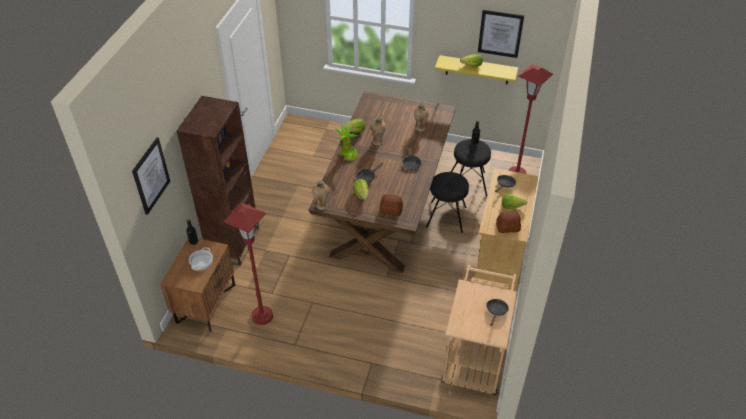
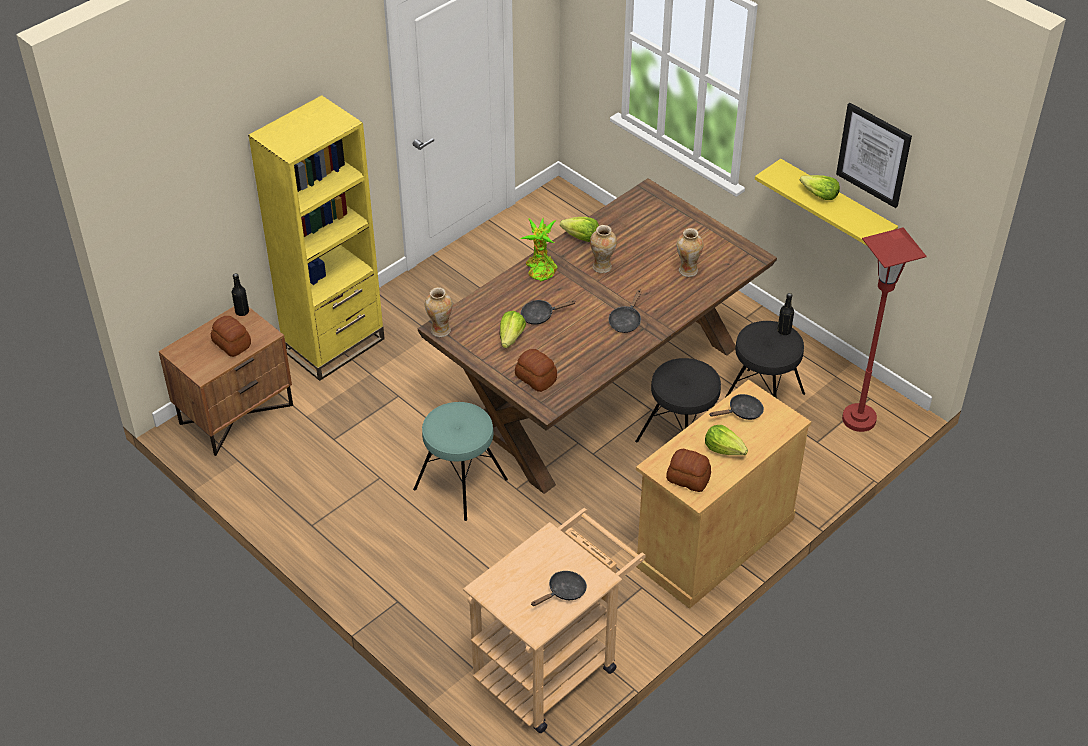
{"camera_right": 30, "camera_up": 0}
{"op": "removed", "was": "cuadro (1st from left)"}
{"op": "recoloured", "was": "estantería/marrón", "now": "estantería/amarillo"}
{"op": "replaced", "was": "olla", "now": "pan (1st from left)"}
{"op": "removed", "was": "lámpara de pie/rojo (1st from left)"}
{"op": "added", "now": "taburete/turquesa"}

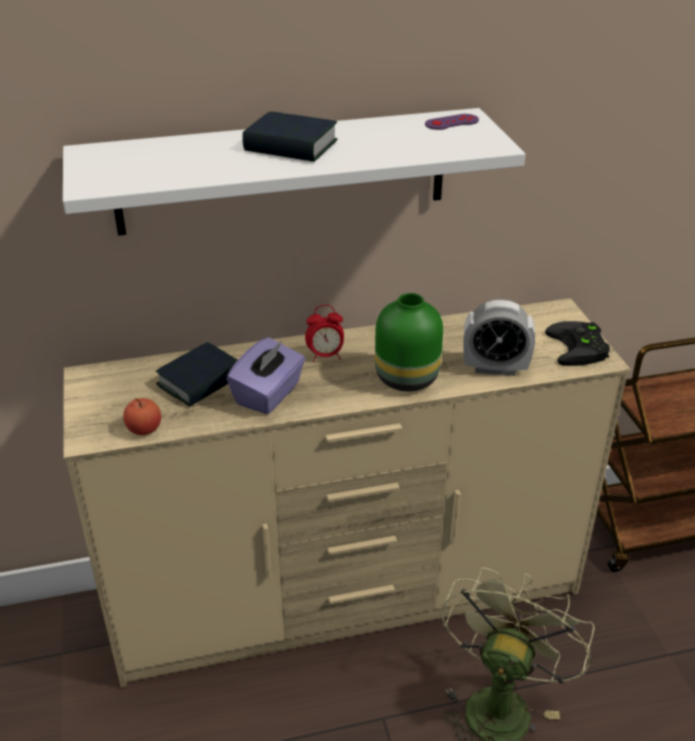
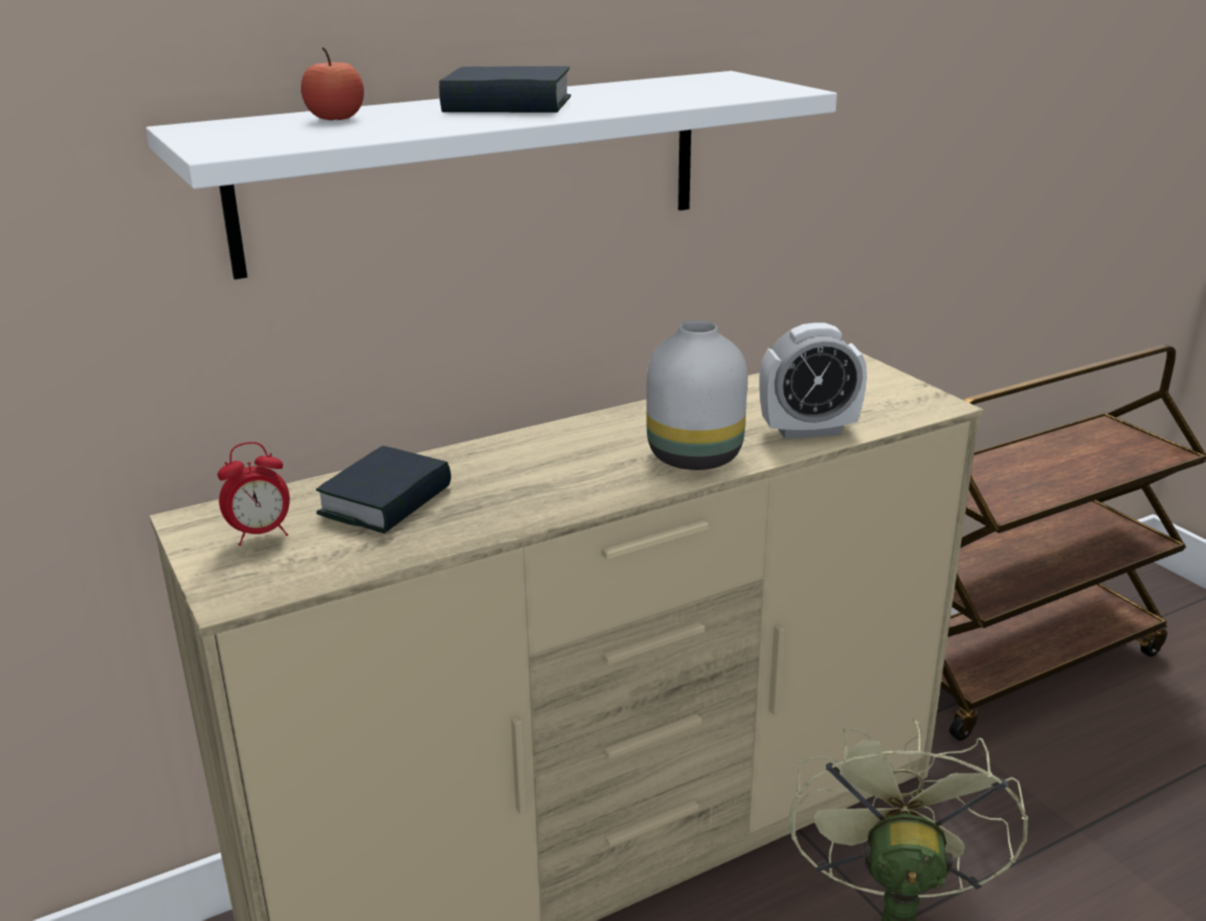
{"camera_right": -15, "camera_up": -10}
{"op": "moved", "was": "manzana"}
{"op": "removed", "was": "caja de pañuelos/morado"}
{"op": "moved", "was": "despertador (1st from left)"}
{"op": "recoloured", "was": "florero/verde", "now": "florero/blanco"}
{"op": "removed", "was": "mando de consola/morado"}
{"op": "removed", "was": "mando de consola/negro"}

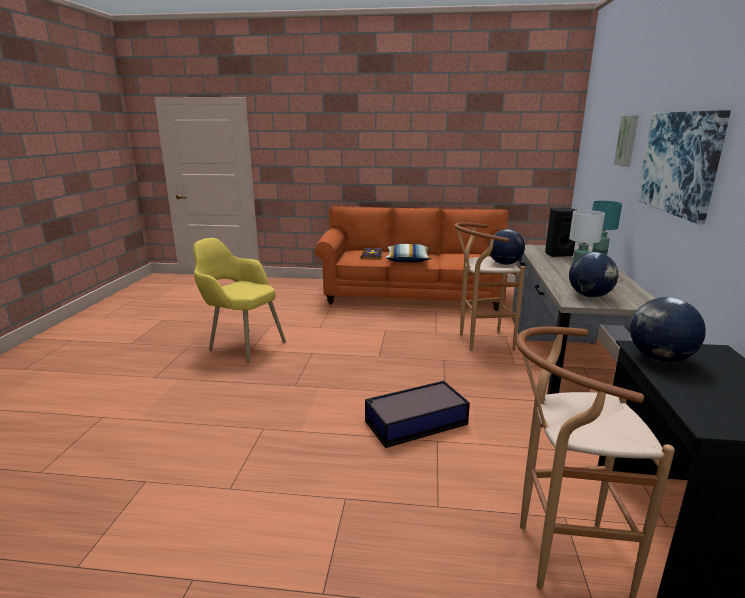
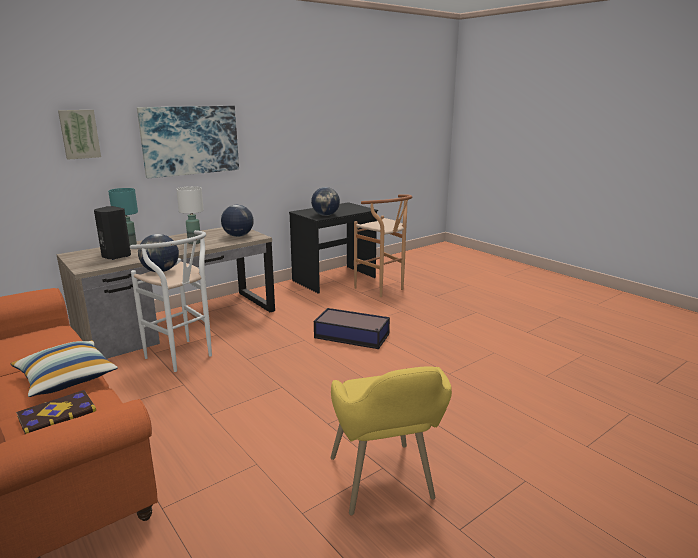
{"camera_right": -135, "camera_up": 0}
{"op": "recoloured", "was": "taburete/marrón (1st from left)", "now": "taburete/blanco"}

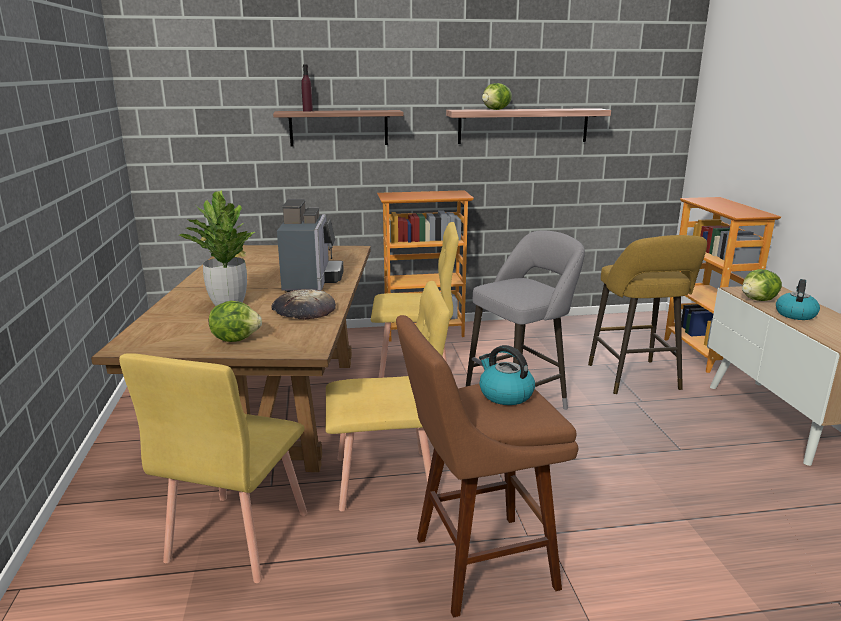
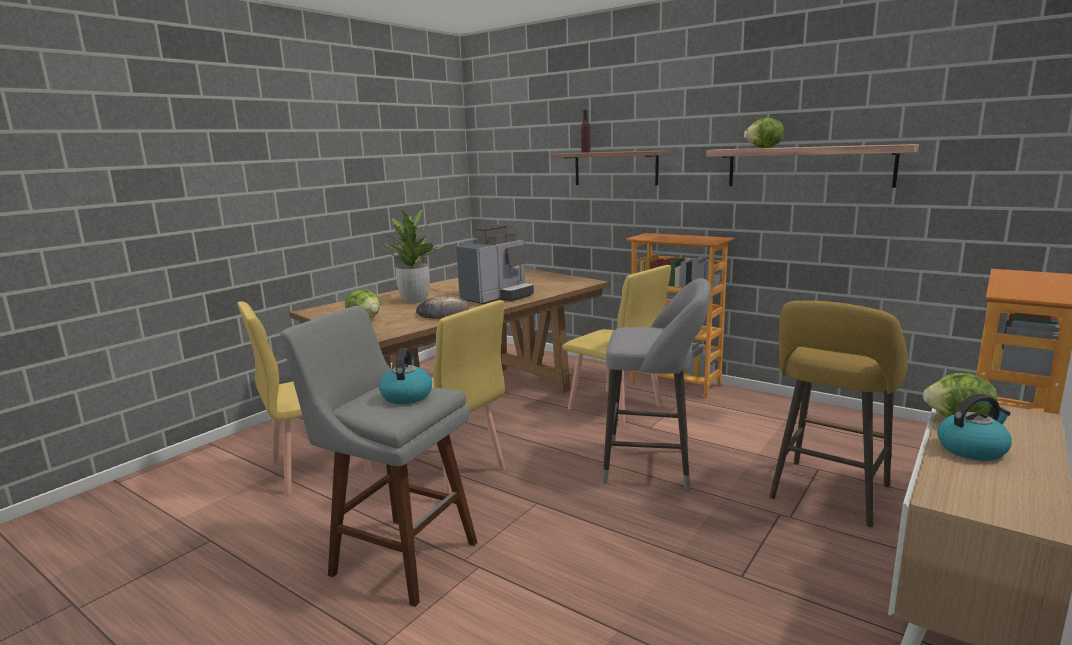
{"camera_right": 45, "camera_up": -5}
{"op": "recoloured", "was": "taburete/marrón", "now": "taburete/gris (1st from left)"}

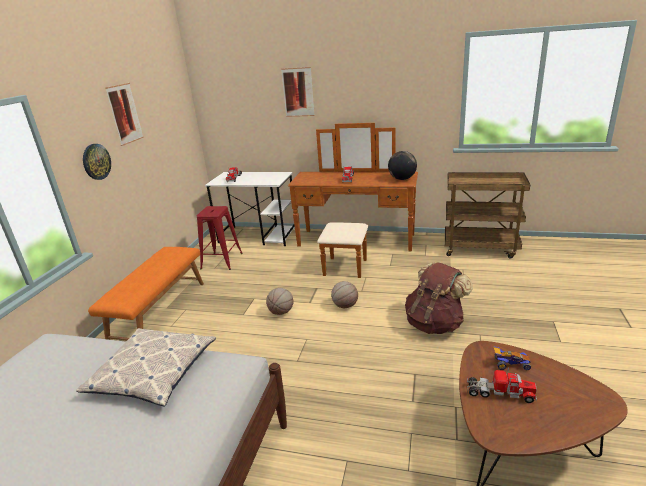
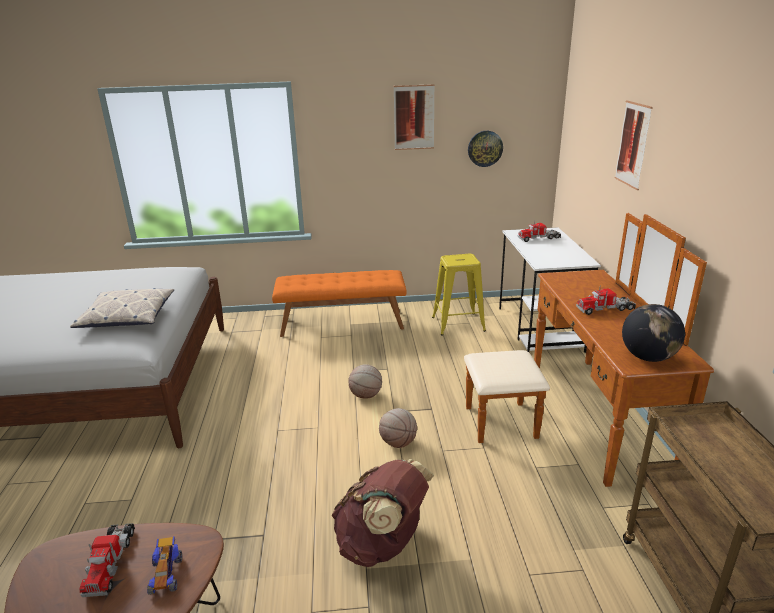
{"camera_right": 70, "camera_up": 0}
{"op": "moved", "was": "reloj de pared"}
{"op": "recoloured", "was": "taburete/rojo", "now": "taburete/amarillo"}

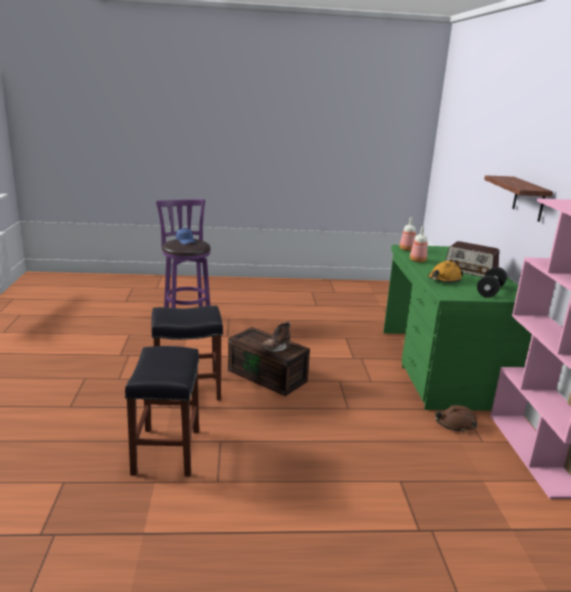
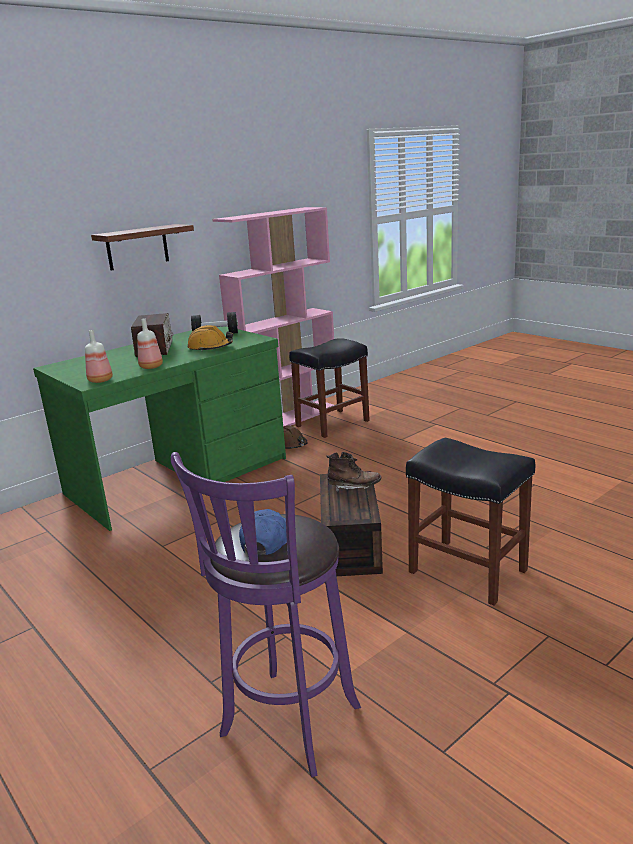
{"camera_right": -125, "camera_up": 0}
{"op": "moved", "was": "taburete/negro (1st from left)"}

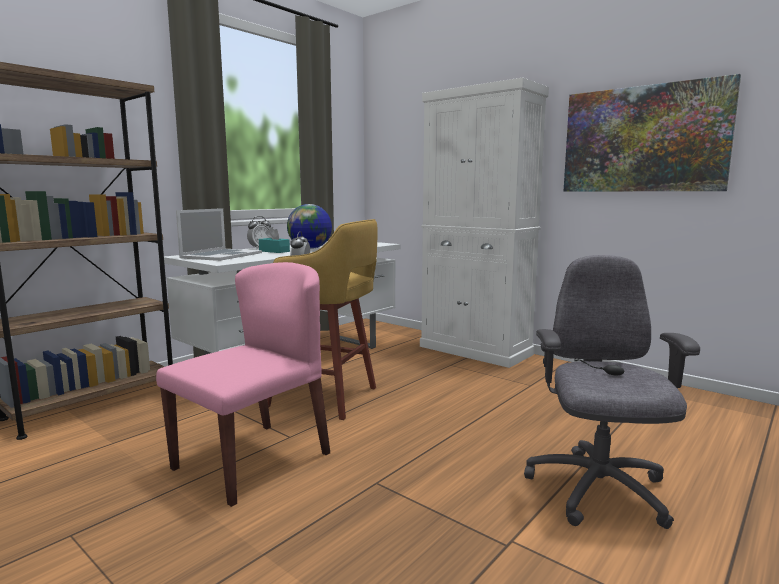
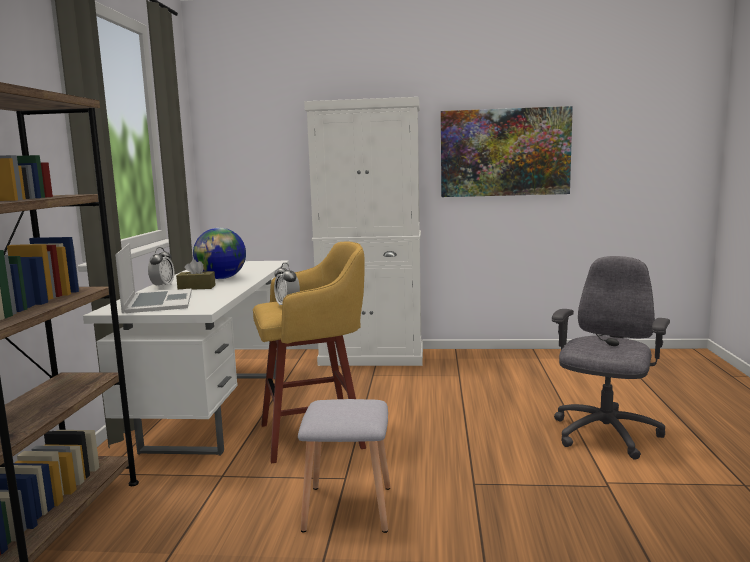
{"camera_right": -35, "camera_up": 0}
{"op": "replaced", "was": "silla/rosa", "now": "taburete/gris"}
{"op": "recoloured", "was": "caja de pañuelos/turquesa", "now": "caja de pañuelos/marrón"}
{"op": "turned", "was": "silla de oficina/gris", "clockwise": 60}

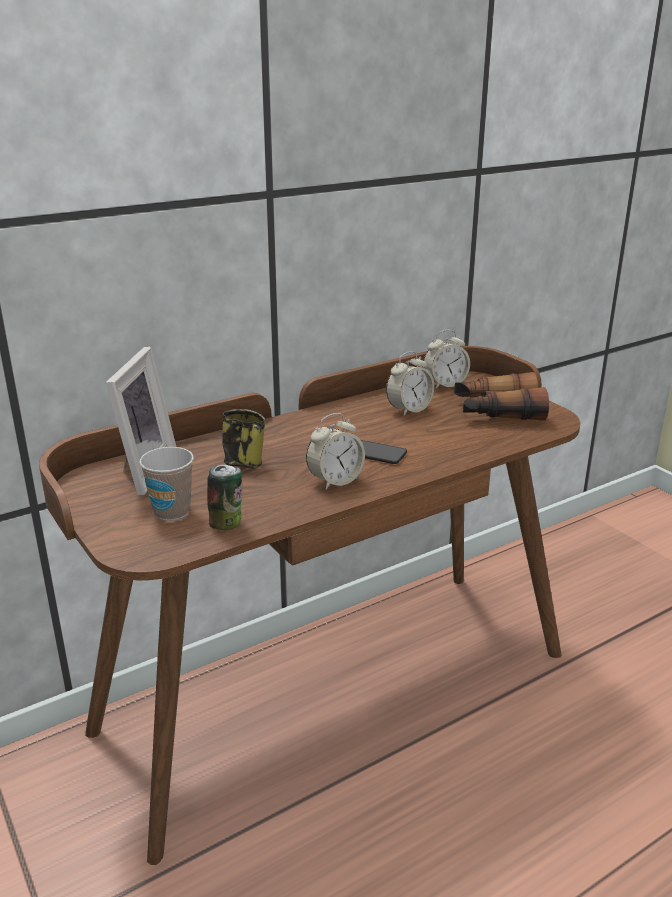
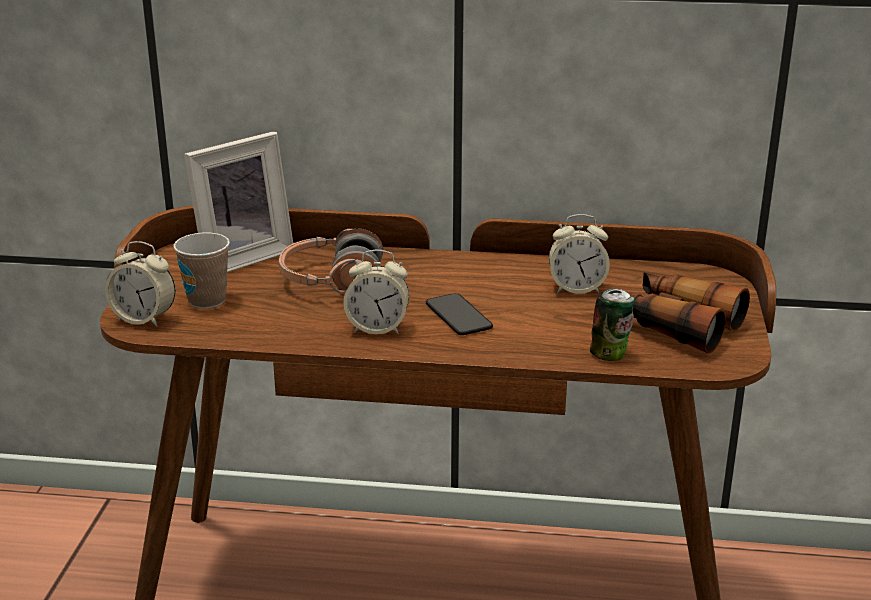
{"camera_right": 40, "camera_up": 0}
{"op": "moved", "was": "lata"}
{"op": "replaced", "was": "taza grande", "now": "auriculares"}
{"op": "moved", "was": "despertador (3rd from left in the first image)", "now": "despertador (1st from left)"}

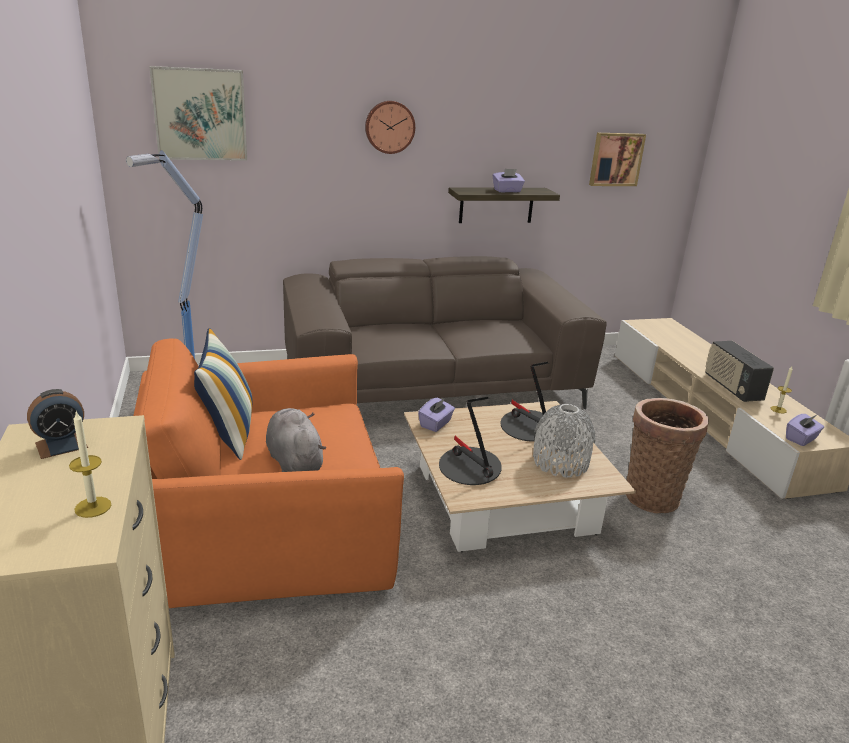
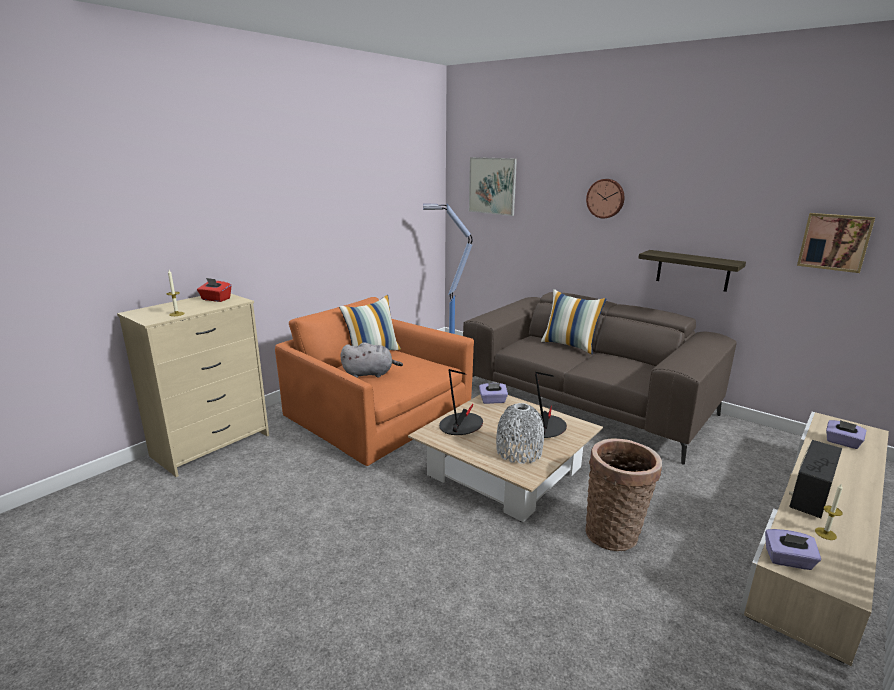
{"camera_right": 55, "camera_up": -5}
{"op": "replaced", "was": "despertador", "now": "caja de pañuelos/rojo"}
{"op": "turned", "was": "peluche/gris", "clockwise": 60}
{"op": "moved", "was": "caja de pañuelos/morado (2nd from left in the first image)", "now": "caja de pañuelos/morado (3rd from left)"}
{"op": "added", "now": "cojín (2nd from left)"}

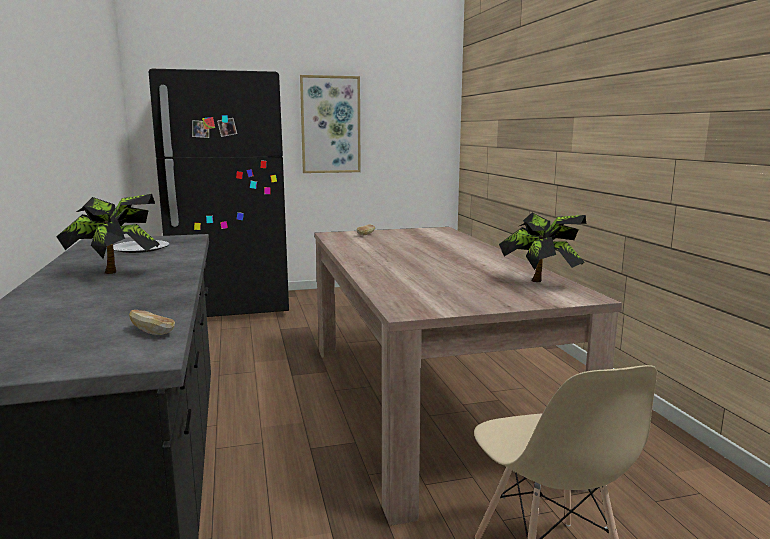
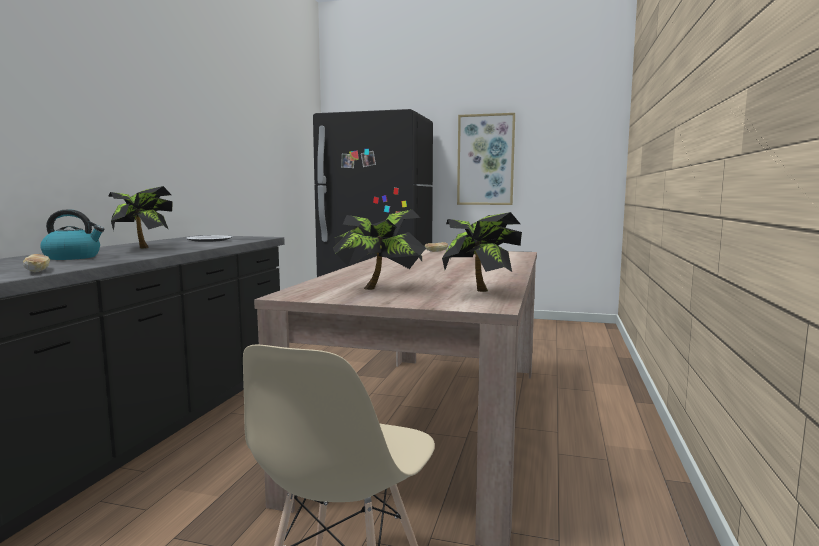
{"camera_right": 30, "camera_up": -5}
{"op": "added", "now": "hervidor"}
{"op": "added", "now": "planta en maceta (2nd from left)"}

